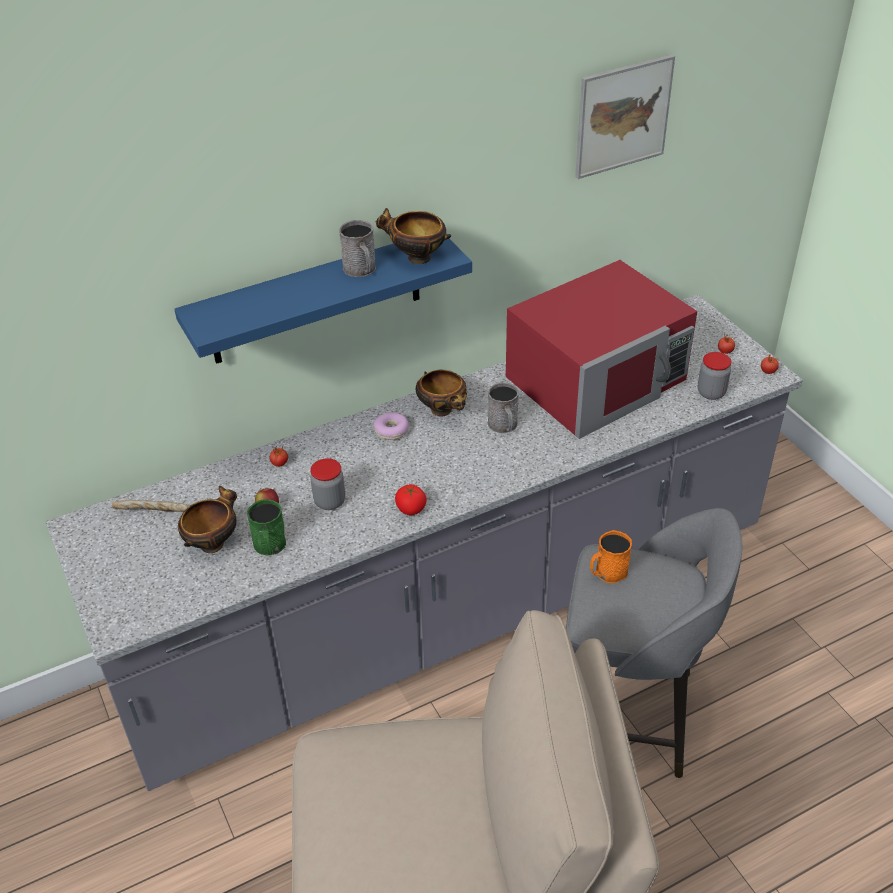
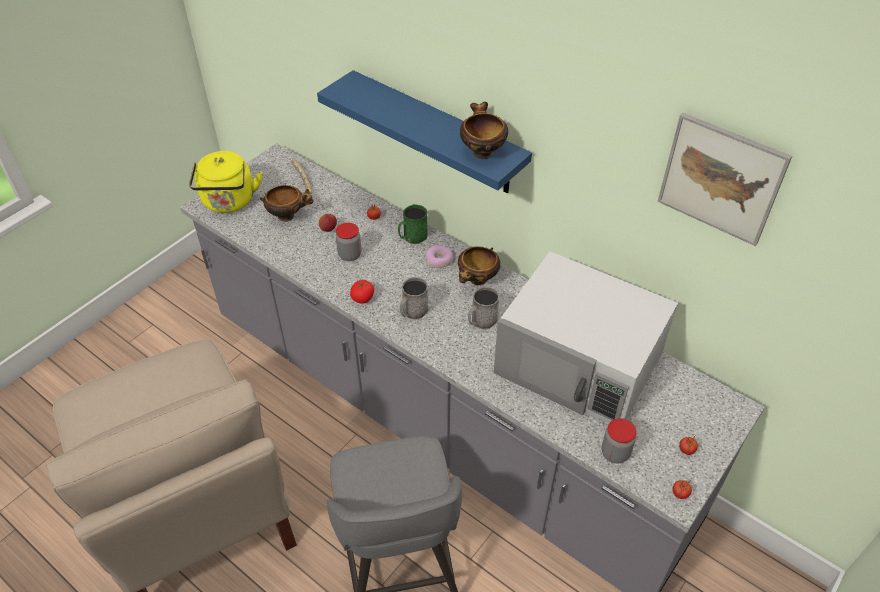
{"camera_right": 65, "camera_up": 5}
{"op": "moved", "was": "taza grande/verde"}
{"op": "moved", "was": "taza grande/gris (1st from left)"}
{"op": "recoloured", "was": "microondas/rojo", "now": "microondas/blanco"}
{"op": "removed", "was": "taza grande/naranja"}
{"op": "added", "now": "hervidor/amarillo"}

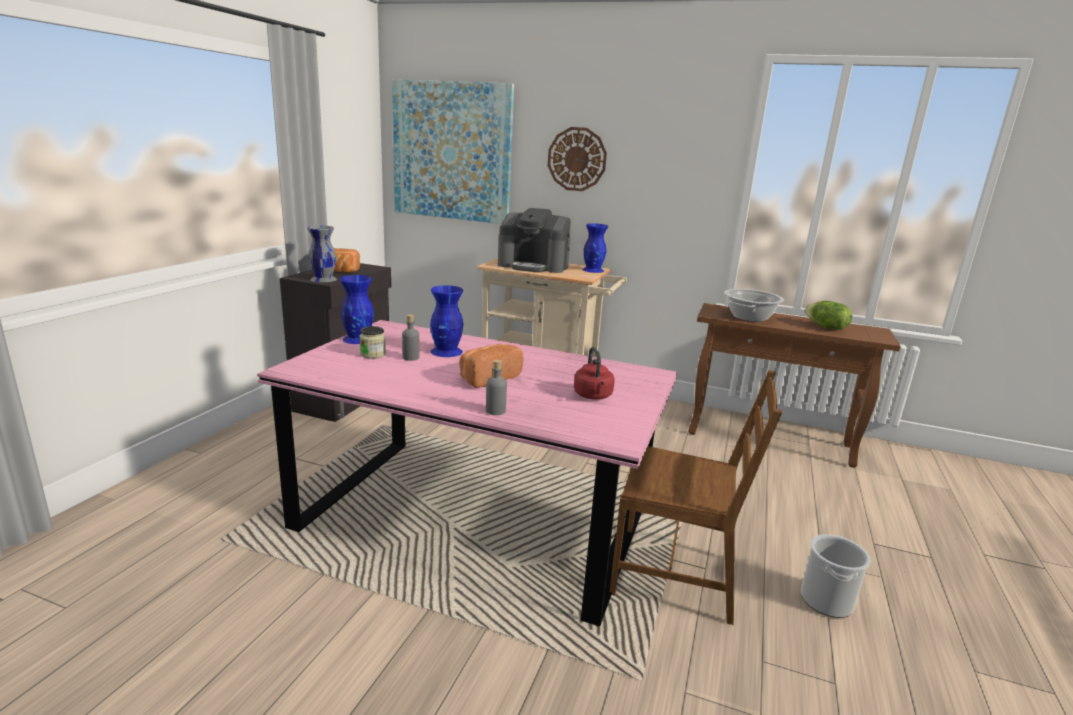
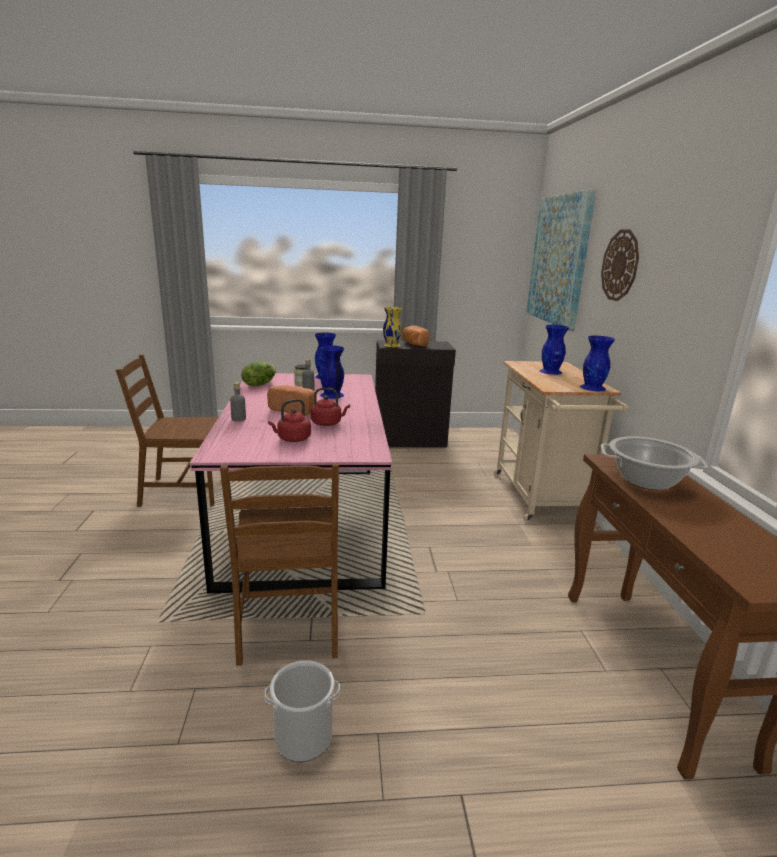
{"camera_right": 65, "camera_up": 0}
{"op": "recoloured", "was": "florero/gris", "now": "florero/amarillo"}
{"op": "replaced", "was": "cafetera", "now": "florero/azul (3rd from left)"}
{"op": "moved", "was": "lechuga"}
{"op": "added", "now": "silla/marrón (1st from left)"}
{"op": "added", "now": "hervidor/rojo (2nd from left)"}

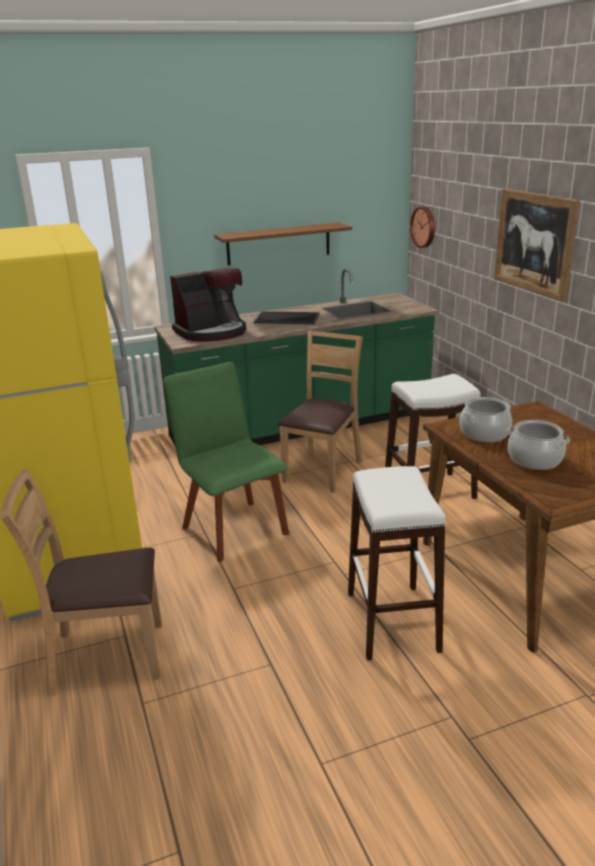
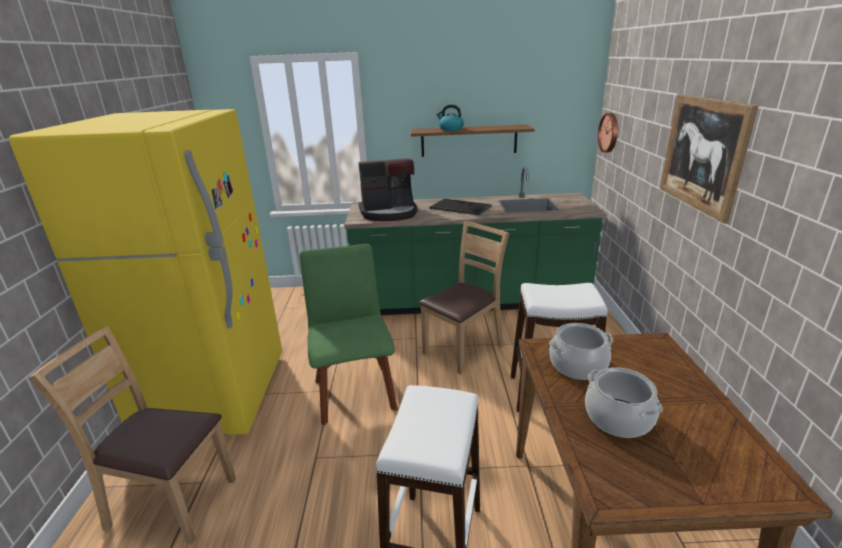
{"camera_right": 20, "camera_up": 0}
{"op": "added", "now": "hervidor"}

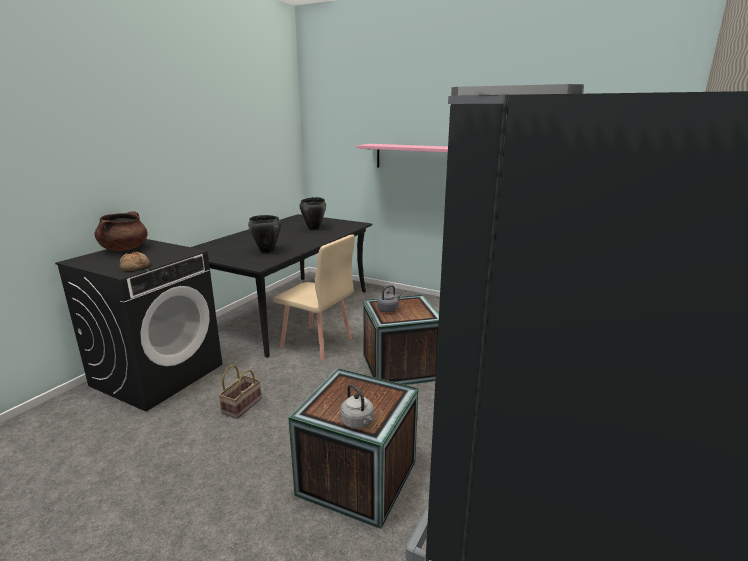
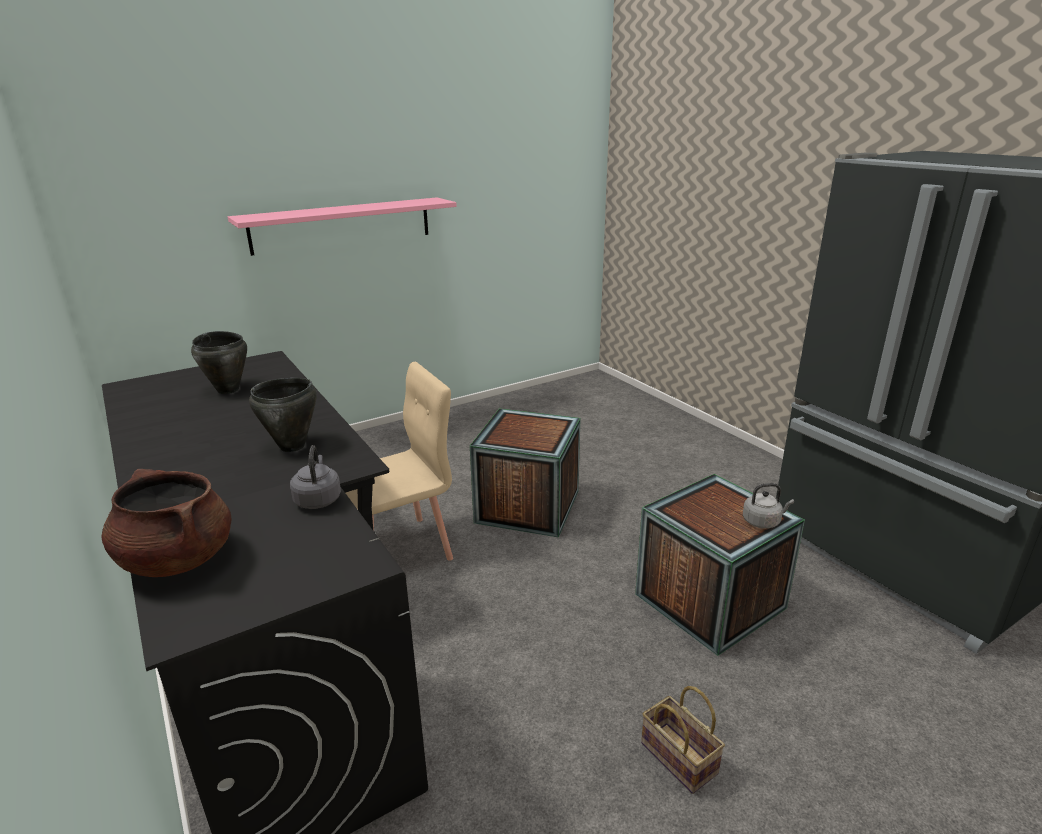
{"camera_right": -60, "camera_up": 5}
{"op": "removed", "was": "pan"}
{"op": "moved", "was": "cesta"}
{"op": "moved", "was": "hervidor/gris (2nd from left in the first image)", "now": "hervidor/gris (1st from left)"}

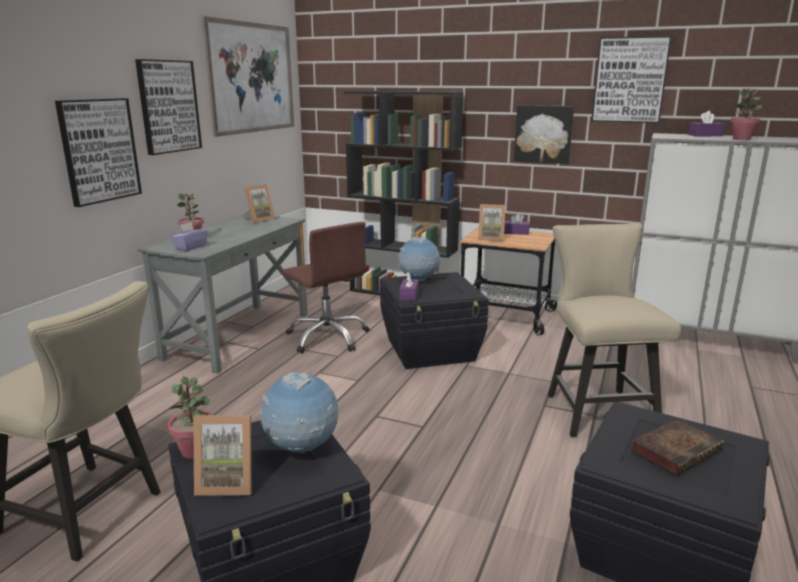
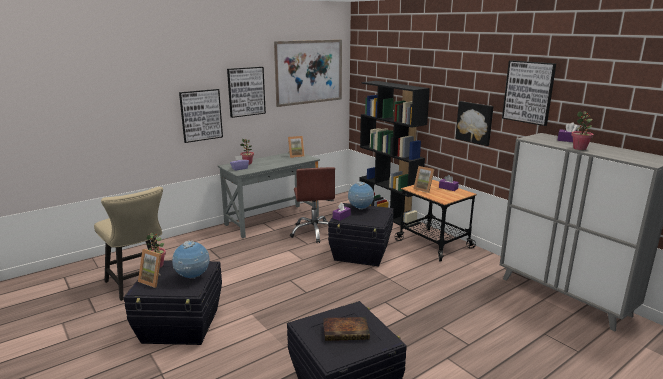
{"camera_right": 30, "camera_up": 0}
{"op": "removed", "was": "silla/beis (2nd from left)"}

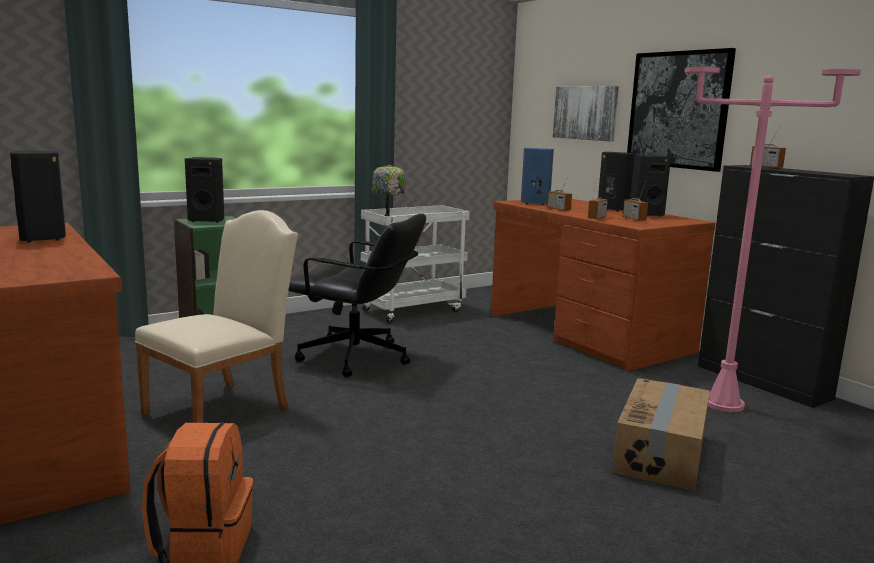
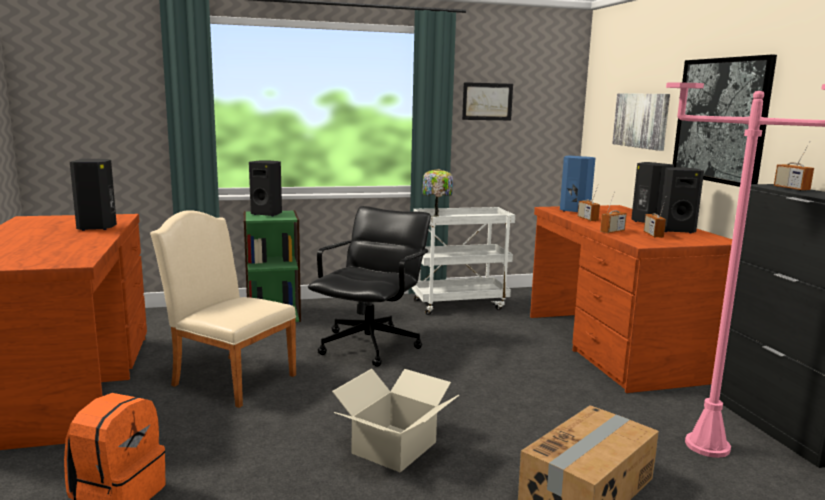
{"camera_right": 20, "camera_up": 0}
{"op": "turned", "was": "silla/beis", "clockwise": -120}
{"op": "turned", "was": "silla de oficina/negro", "clockwise": -105}
{"op": "added", "now": "caja de cartón (1st from left)"}
{"op": "added", "now": "cuadro (1st from left)"}

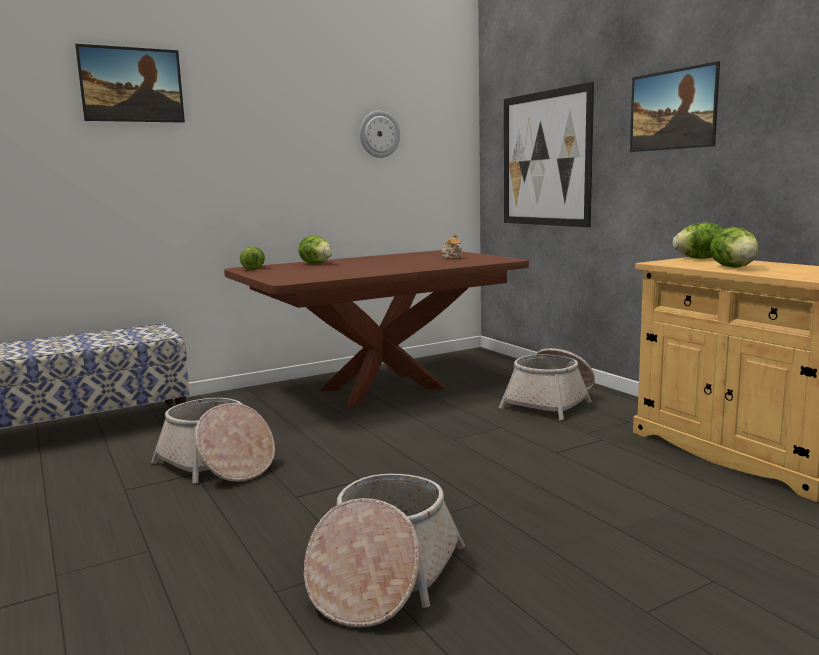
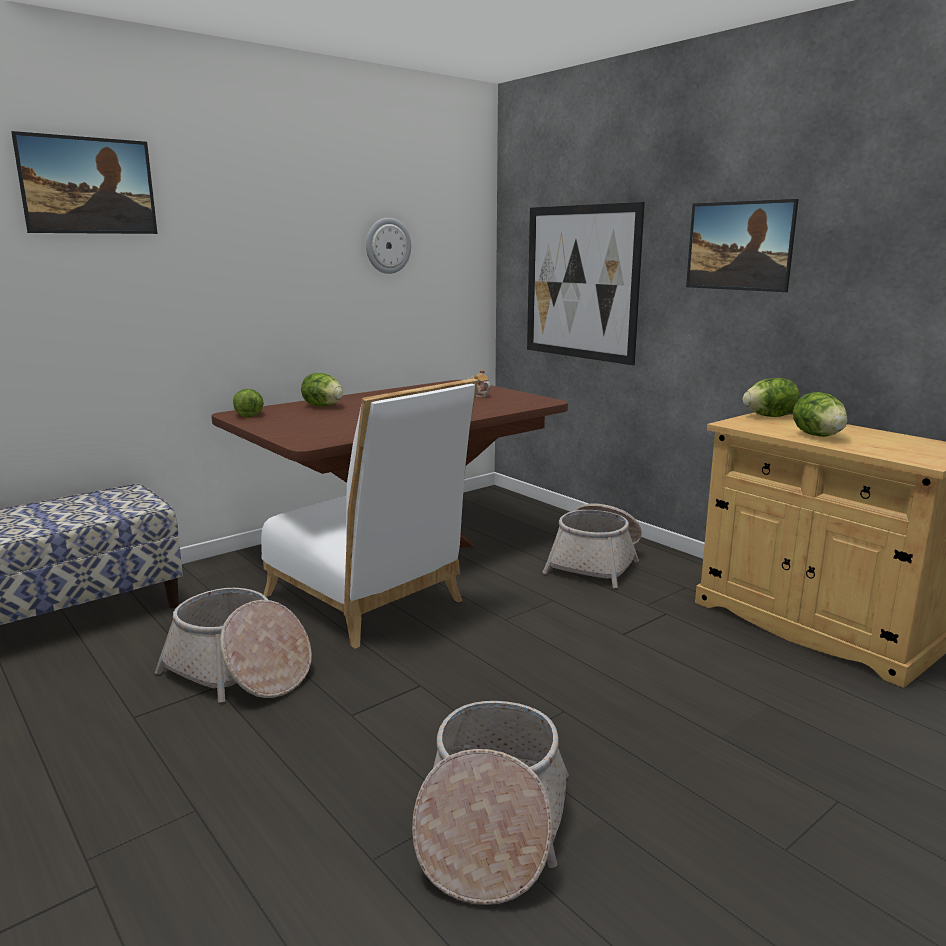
{"camera_right": -10, "camera_up": 5}
{"op": "added", "now": "silla/blanco"}

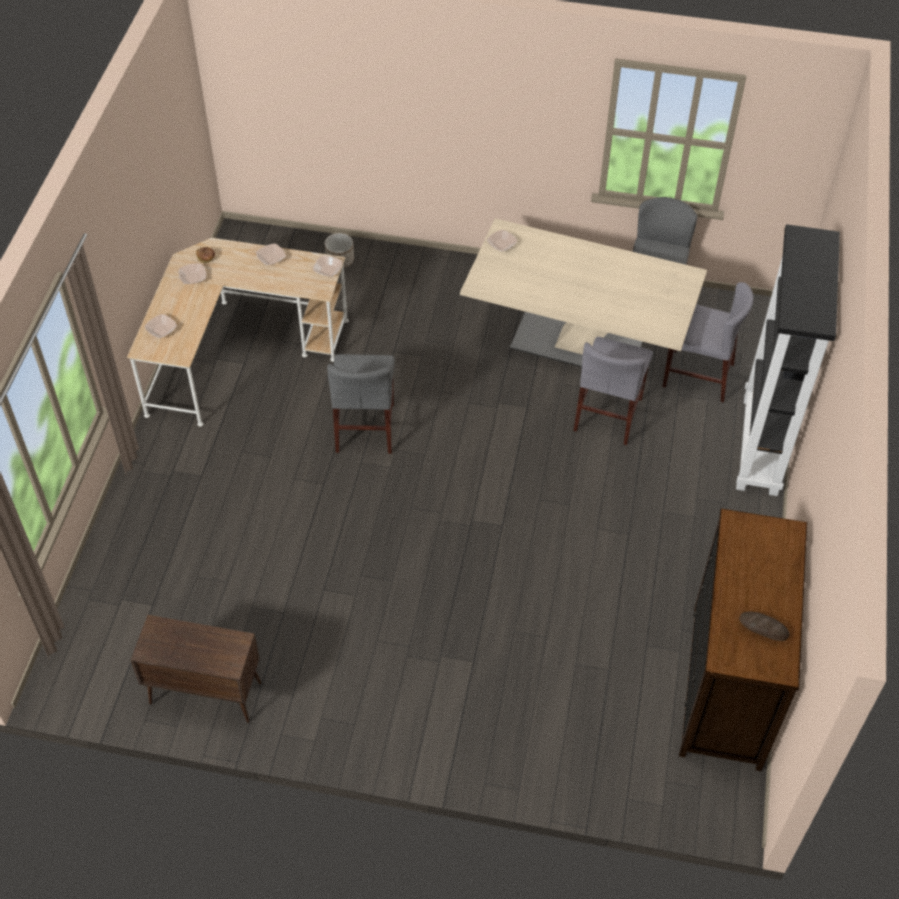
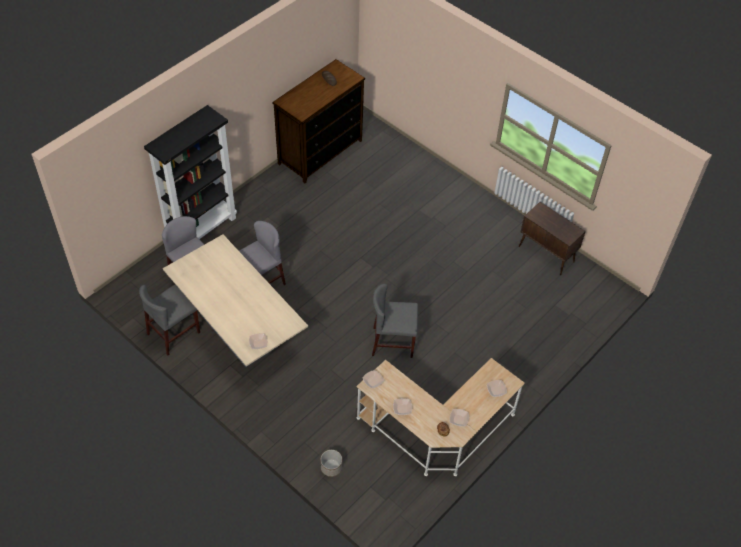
{"camera_right": -150, "camera_up": 0}
{"op": "turned", "was": "silla/gris (1st from left in the first image)", "clockwise": -120}

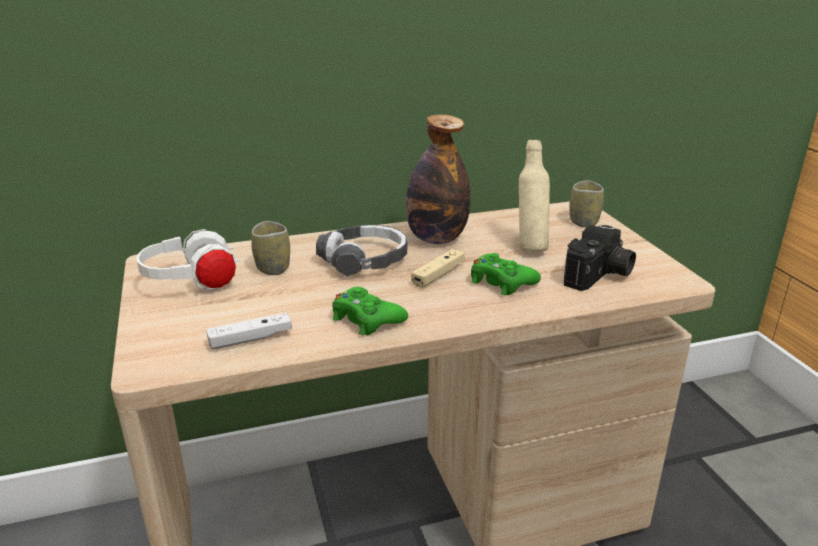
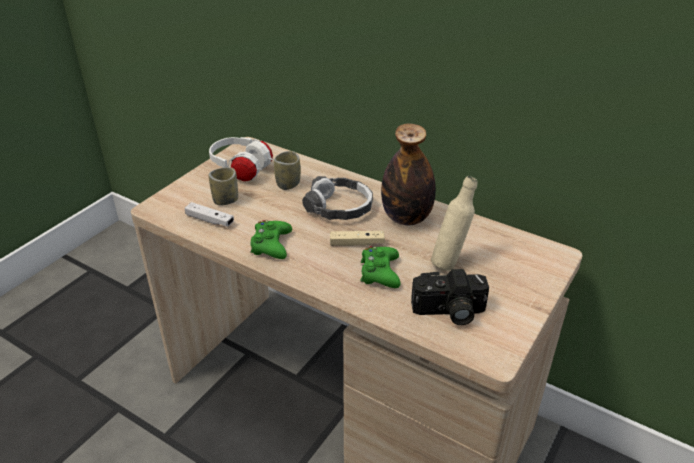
{"camera_right": 50, "camera_up": 10}
{"op": "moved", "was": "taza (2nd from left in the first image)", "now": "taza (1st from left)"}

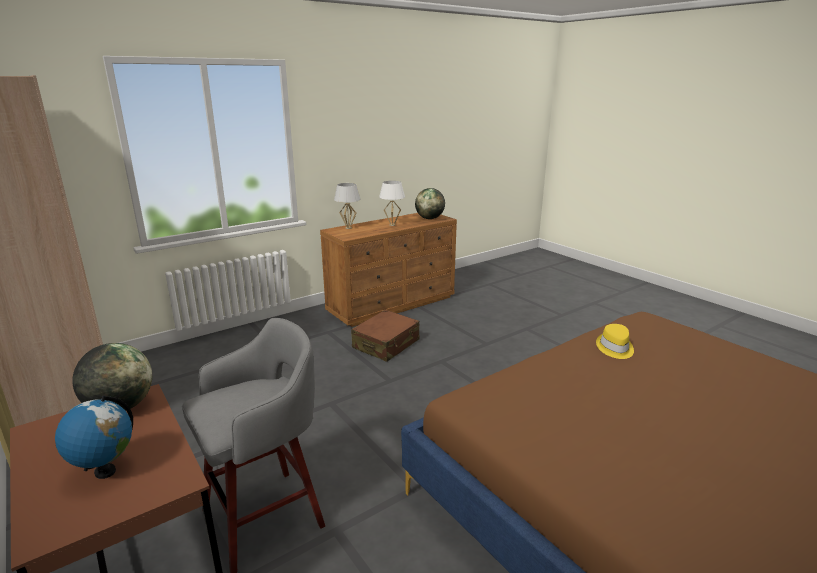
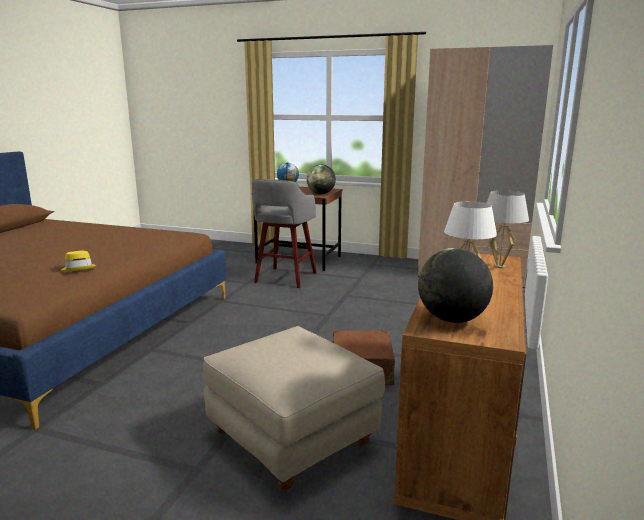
{"camera_right": 145, "camera_up": -5}
{"op": "added", "now": "puf/beis"}

